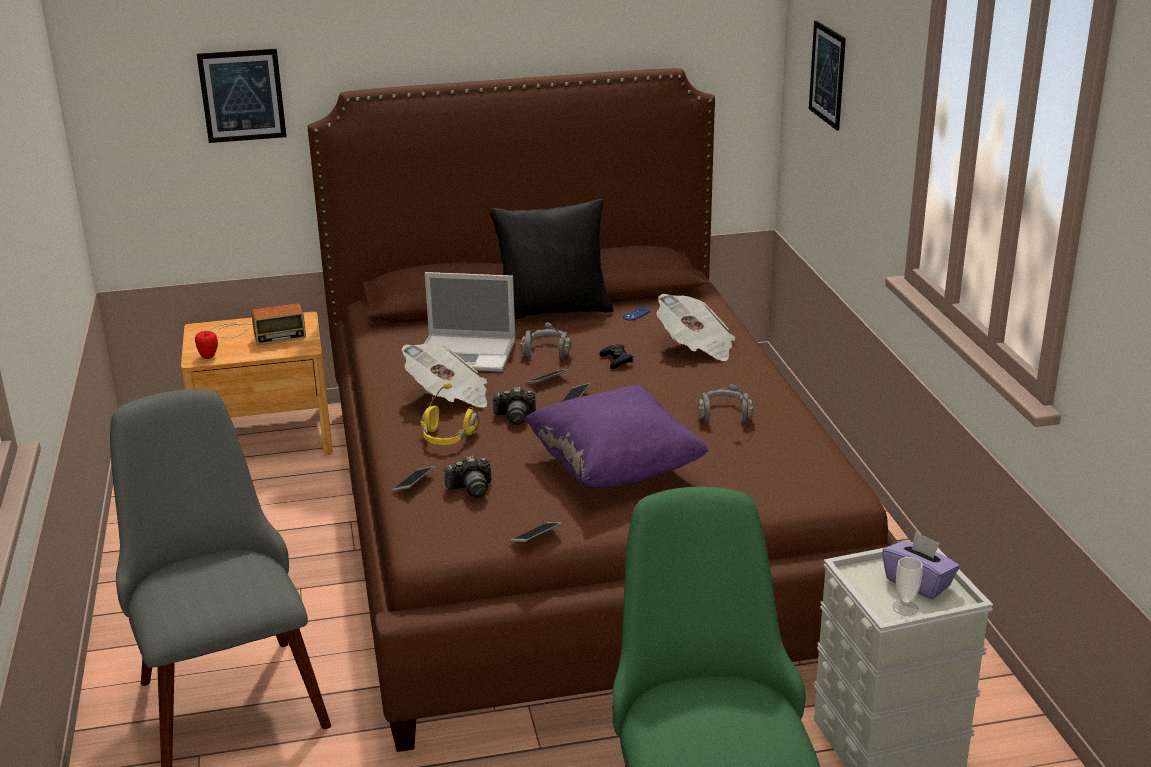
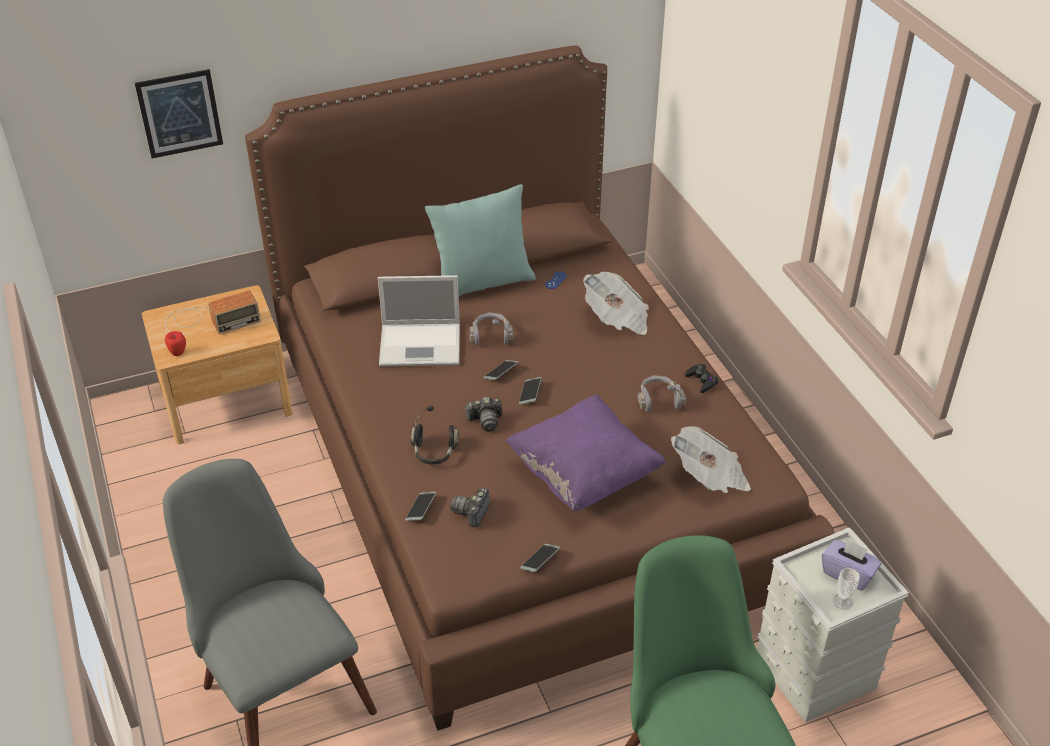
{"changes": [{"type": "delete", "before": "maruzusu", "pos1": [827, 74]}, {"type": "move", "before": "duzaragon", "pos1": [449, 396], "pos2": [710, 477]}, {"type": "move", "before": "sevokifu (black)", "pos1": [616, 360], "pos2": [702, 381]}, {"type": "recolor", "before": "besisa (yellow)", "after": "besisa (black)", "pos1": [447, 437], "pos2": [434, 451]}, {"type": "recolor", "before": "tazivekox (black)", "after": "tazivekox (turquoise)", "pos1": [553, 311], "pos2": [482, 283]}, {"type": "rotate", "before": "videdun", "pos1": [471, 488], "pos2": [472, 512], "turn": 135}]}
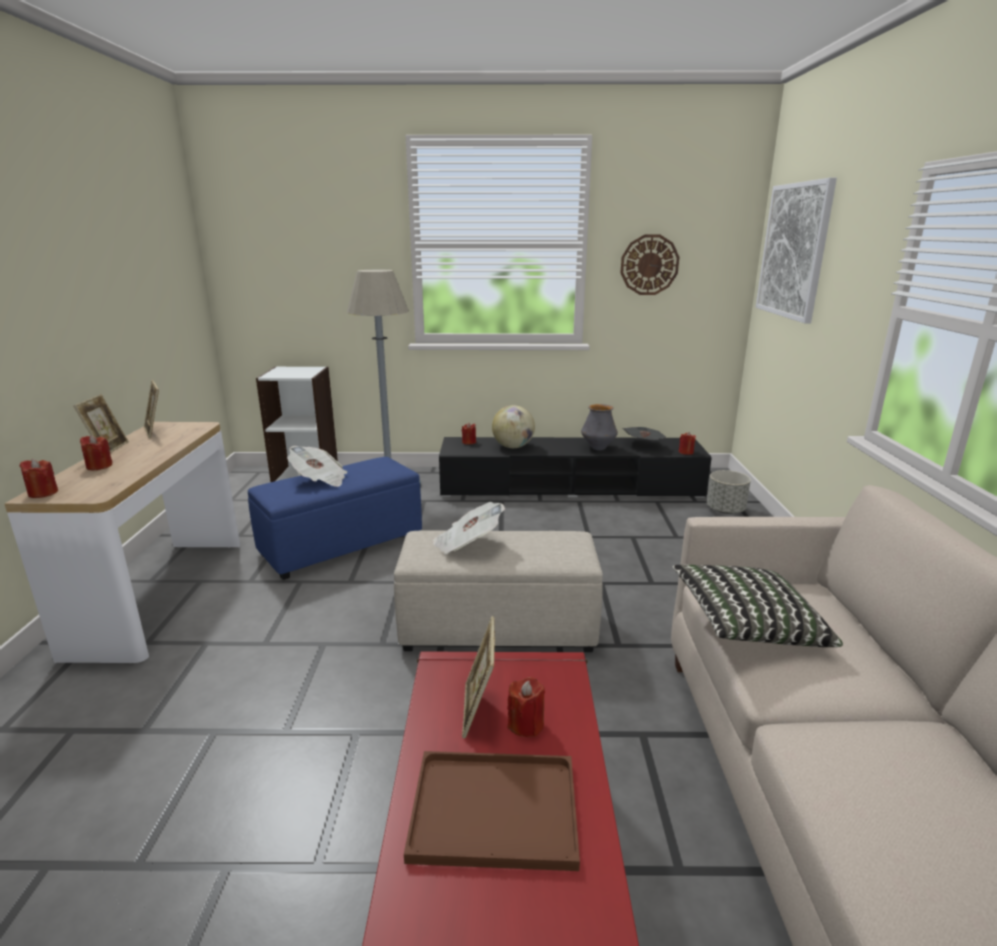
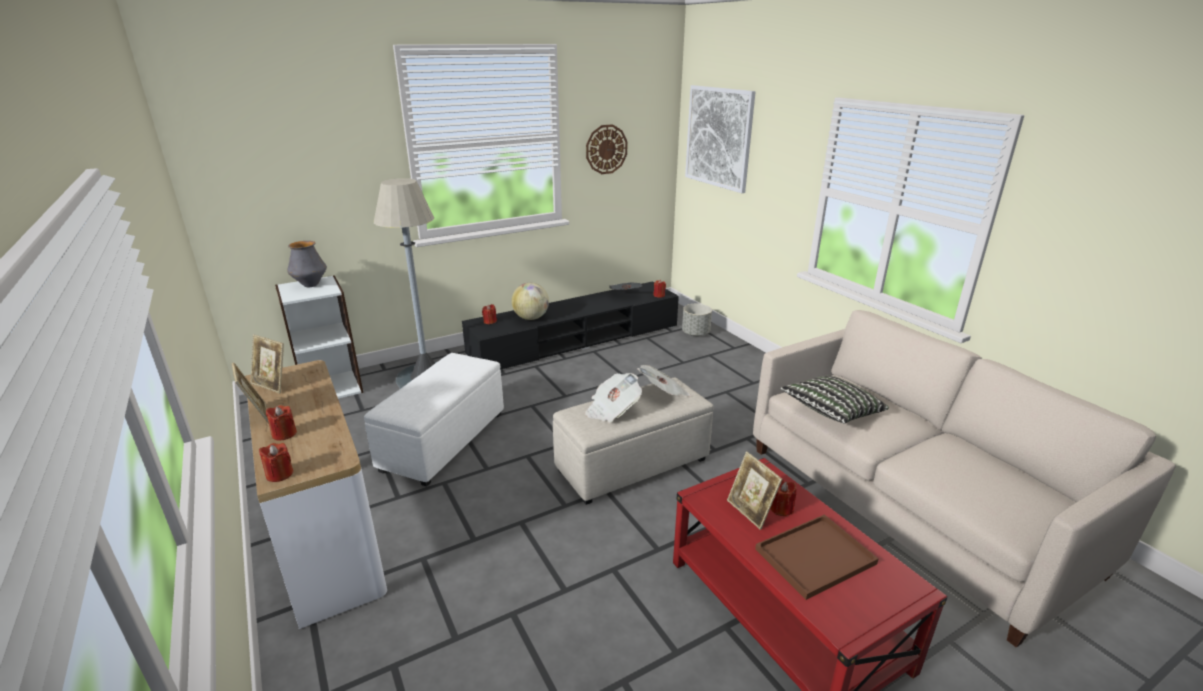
{"changes": [{"type": "move", "before": "duzaragon", "pos1": [320, 480], "pos2": [663, 394]}, {"type": "move", "before": "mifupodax", "pos1": [598, 448], "pos2": [310, 285]}, {"type": "recolor", "before": "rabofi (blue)", "after": "rabofi (white)", "pos1": [343, 544], "pos2": [444, 440]}]}
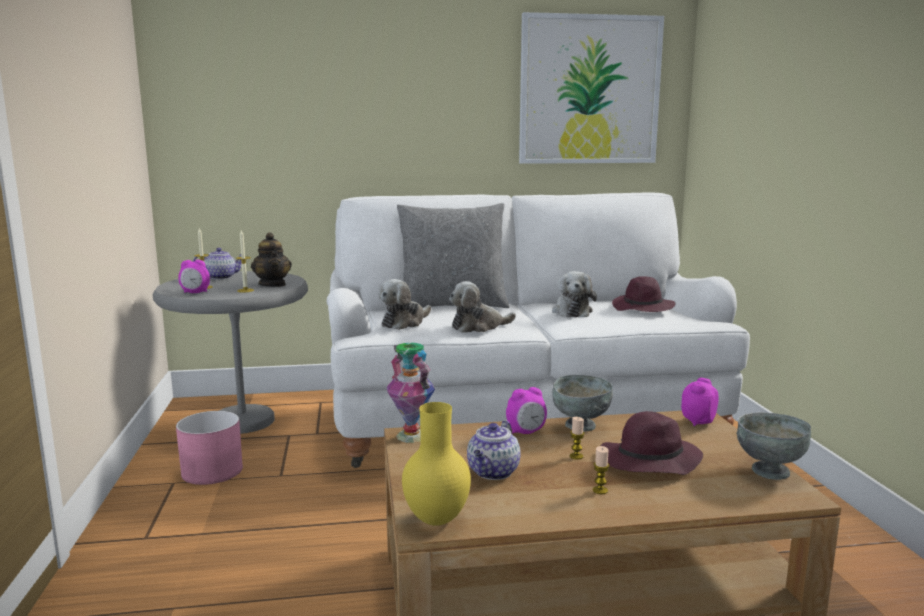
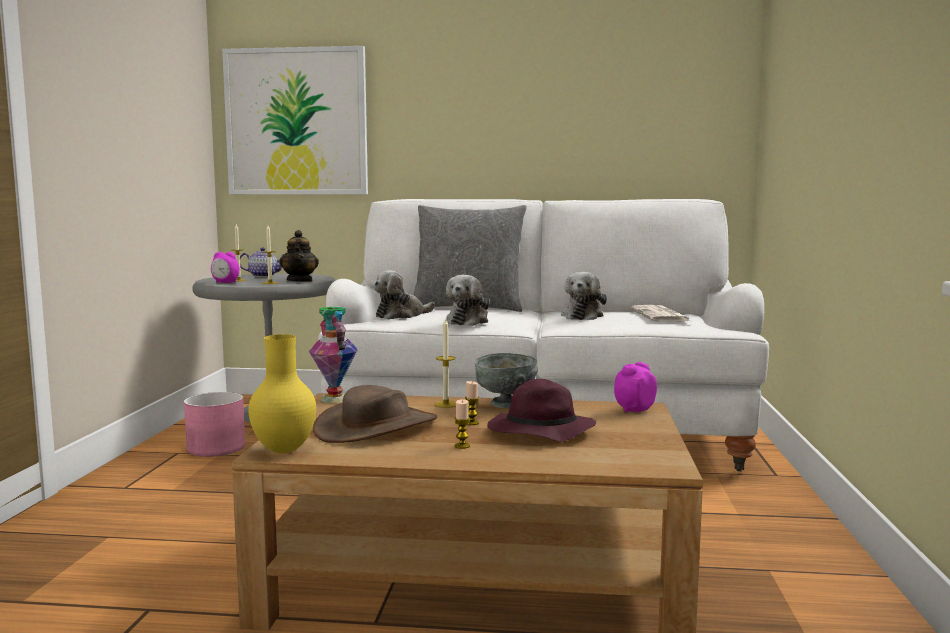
{"changes": [{"type": "delete", "before": "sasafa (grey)", "pos1": [768, 471]}, {"type": "move", "before": "maruzusu", "pos1": [589, 90], "pos2": [296, 122]}, {"type": "replace", "before": "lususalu", "after": "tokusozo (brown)", "pos1": [493, 472], "pos2": [377, 427]}, {"type": "replace", "before": "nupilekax", "after": "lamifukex", "pos1": [526, 432], "pos2": [446, 404]}, {"type": "replace", "before": "tokusozo (purple)", "after": "duzaragon", "pos1": [643, 308], "pos2": [661, 315]}, {"type": "rotate", "before": "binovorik", "pos1": [478, 327], "pos2": [469, 321], "turn": -60}]}
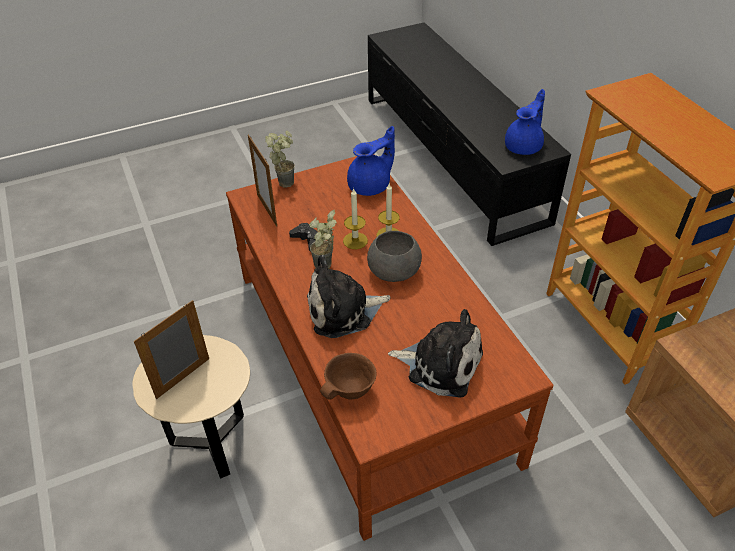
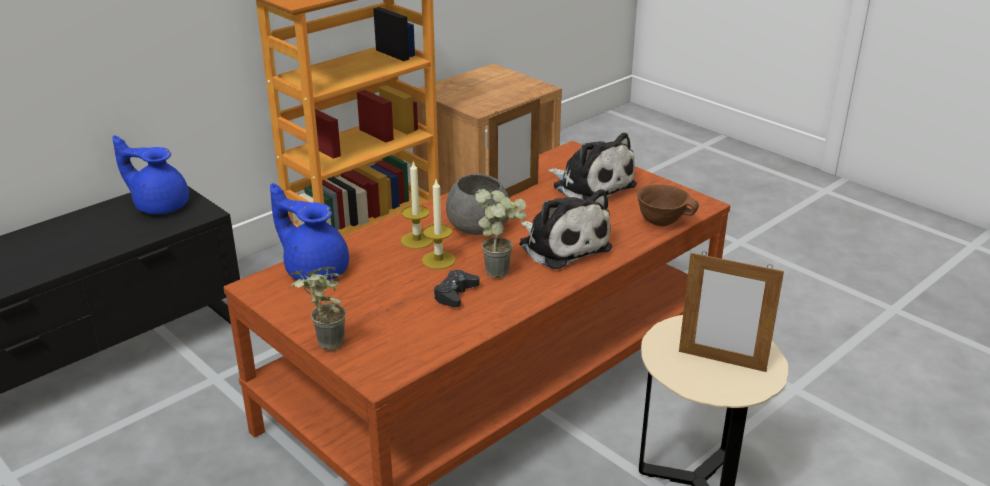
{"changes": [{"type": "move", "before": "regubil", "pos1": [267, 210], "pos2": [513, 194]}, {"type": "rotate", "before": "binovorik", "pos1": [440, 364], "pos2": [591, 185], "turn": 135}]}
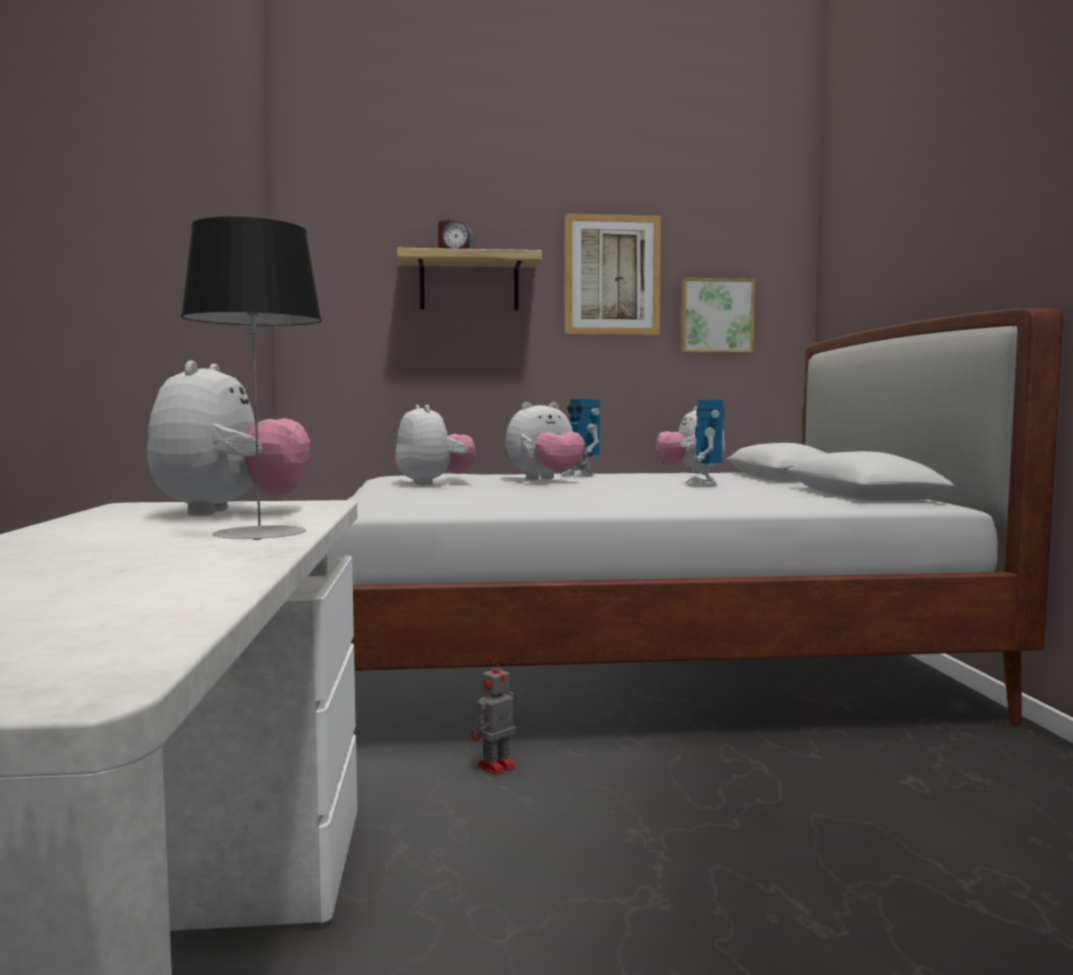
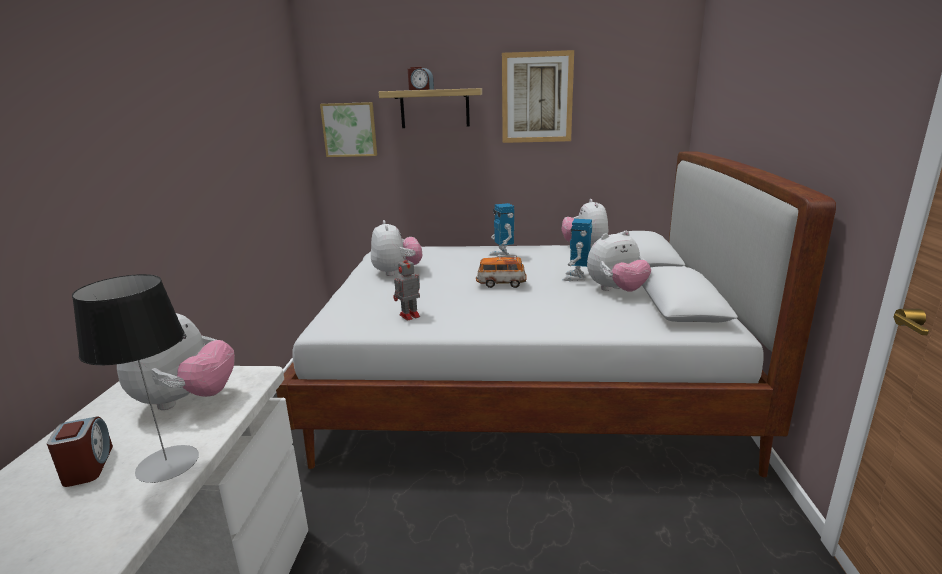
{"changes": [{"type": "insert", "after": "nupilekax", "pos2": [88, 466]}, {"type": "insert", "after": "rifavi", "pos2": [501, 284]}, {"type": "move", "before": "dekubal", "pos1": [494, 767], "pos2": [408, 316]}, {"type": "move", "before": "binovorik", "pos1": [545, 479], "pos2": [616, 291]}, {"type": "move", "before": "maruzusu", "pos1": [716, 316], "pos2": [350, 129]}]}
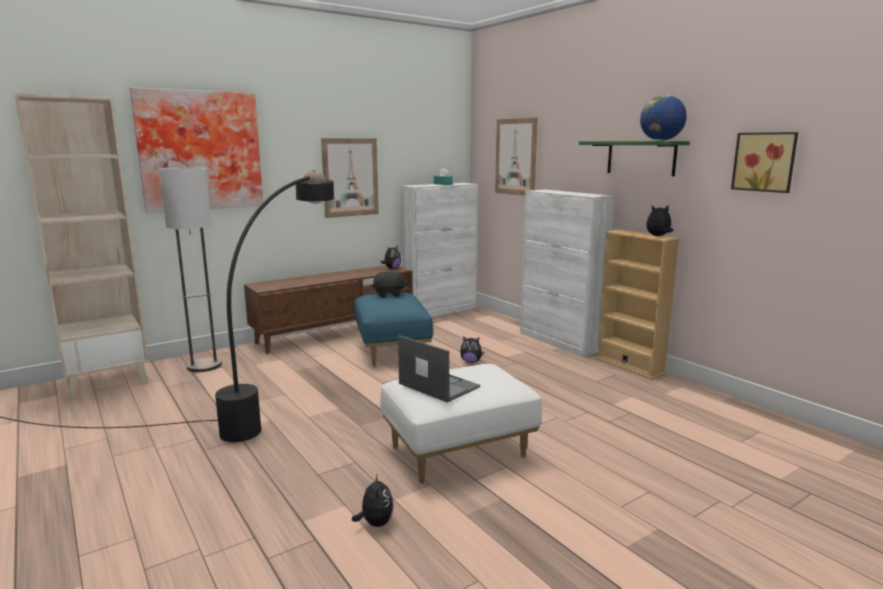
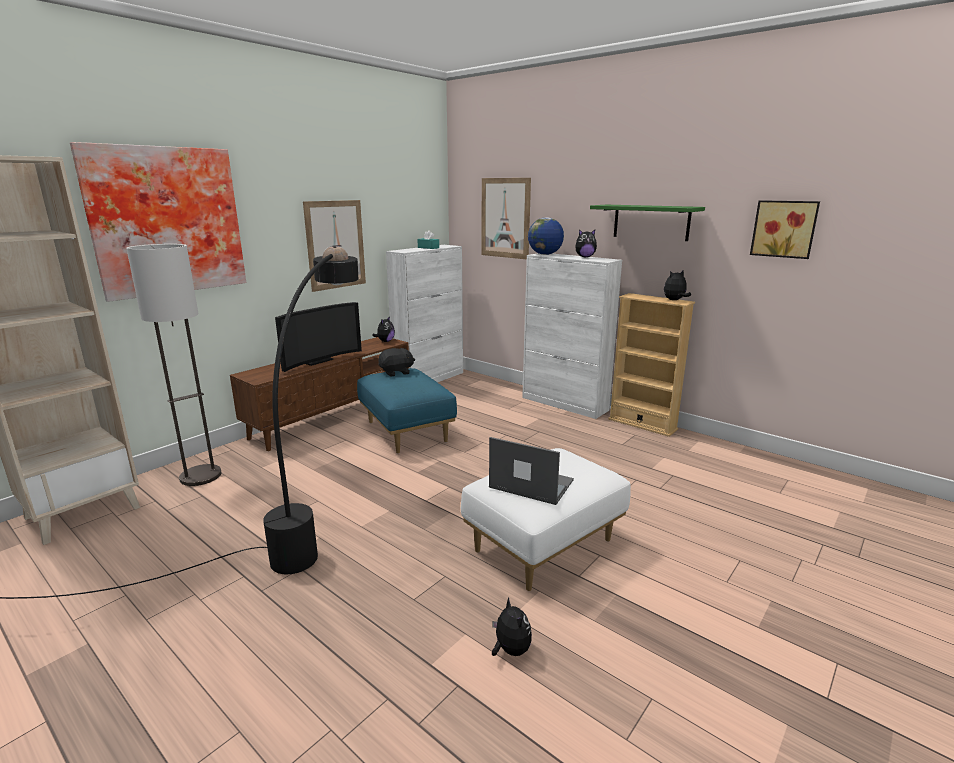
{"changes": [{"type": "insert", "after": "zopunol", "pos2": [317, 361]}, {"type": "move", "before": "binovorik", "pos1": [471, 362], "pos2": [585, 257]}, {"type": "move", "before": "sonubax", "pos1": [661, 140], "pos2": [545, 254]}]}
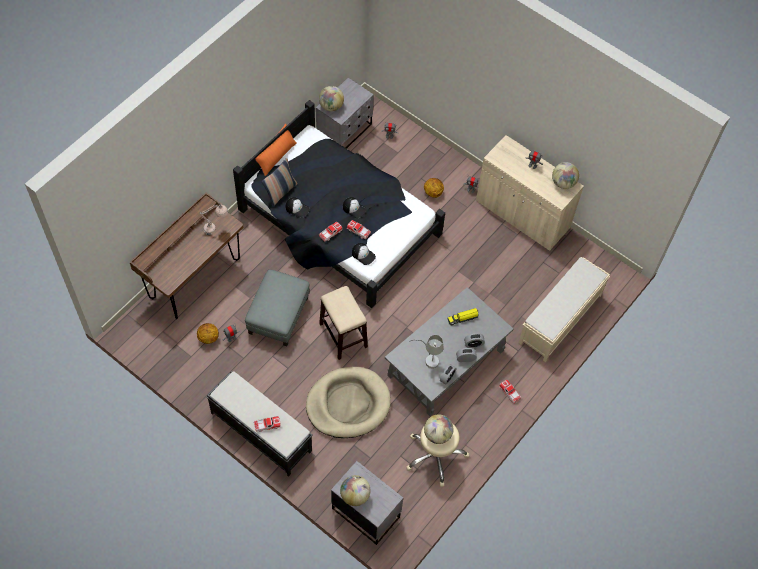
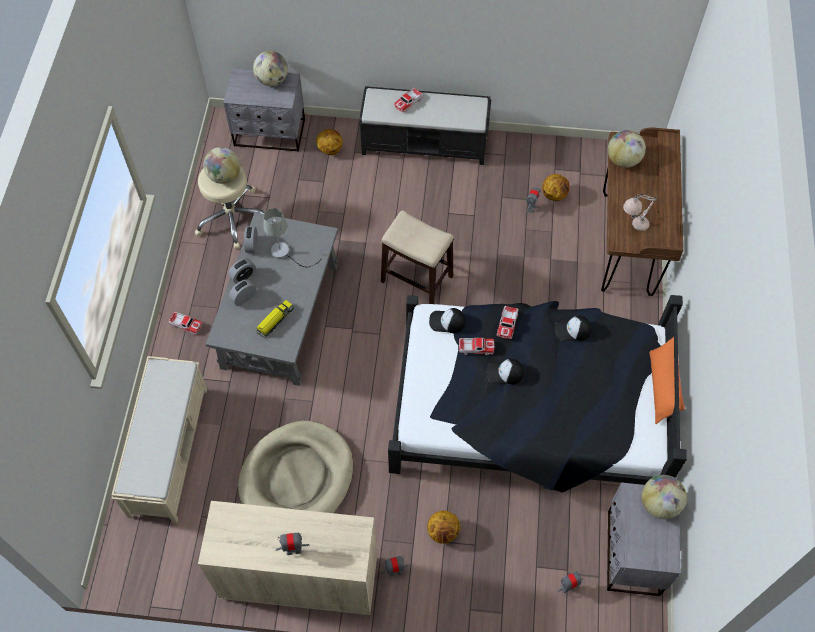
{"changes": [{"type": "delete", "before": "rabofi (grey)", "pos1": [279, 315]}, {"type": "delete", "before": "tazivekox", "pos1": [280, 192]}, {"type": "insert", "after": "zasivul", "pos2": [330, 149]}, {"type": "move", "before": "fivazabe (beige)", "pos1": [348, 404], "pos2": [297, 478]}, {"type": "move", "before": "sonubax", "pos1": [563, 183], "pos2": [623, 160]}]}
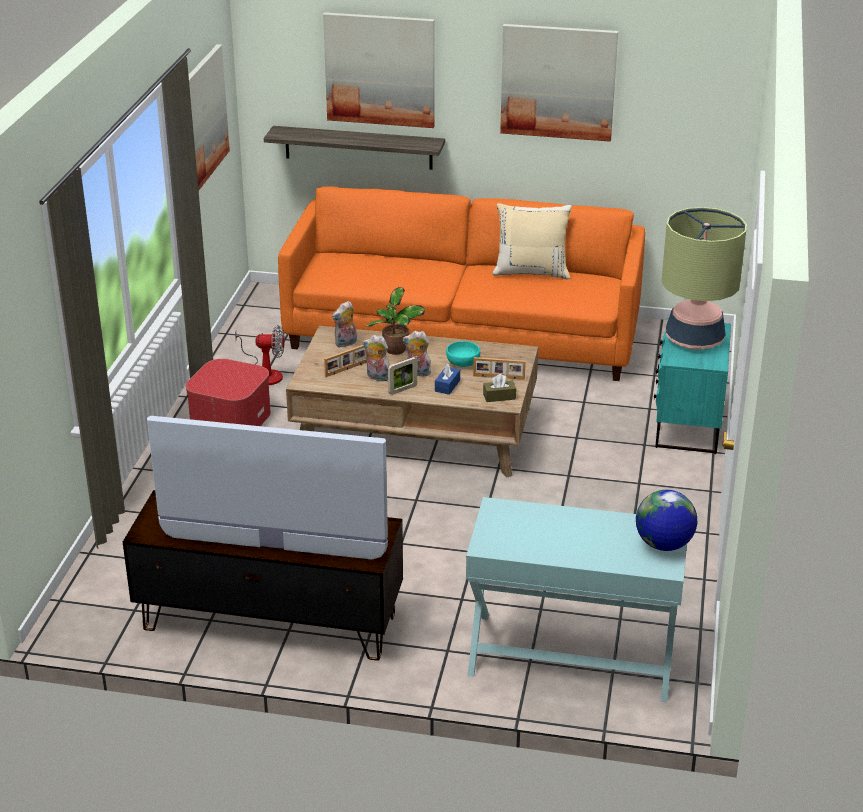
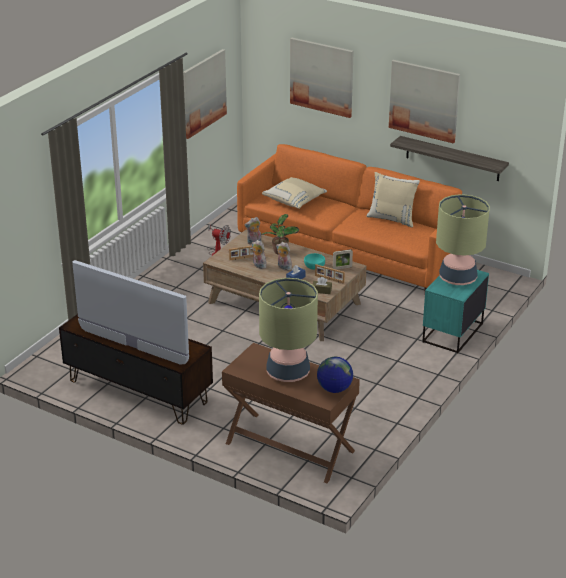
{"changes": [{"type": "delete", "before": "rabofi", "pos1": [230, 418]}, {"type": "insert", "after": "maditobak", "pos2": [288, 373]}, {"type": "insert", "after": "tazivekox (beige)", "pos2": [295, 201]}, {"type": "move", "before": "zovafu", "pos1": [358, 147], "pos2": [452, 158]}, {"type": "move", "before": "regubil", "pos1": [402, 389], "pos2": [342, 268]}, {"type": "recolor", "before": "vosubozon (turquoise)", "after": "vosubozon (brown)", "pos1": [571, 657], "pos2": [289, 447]}]}
